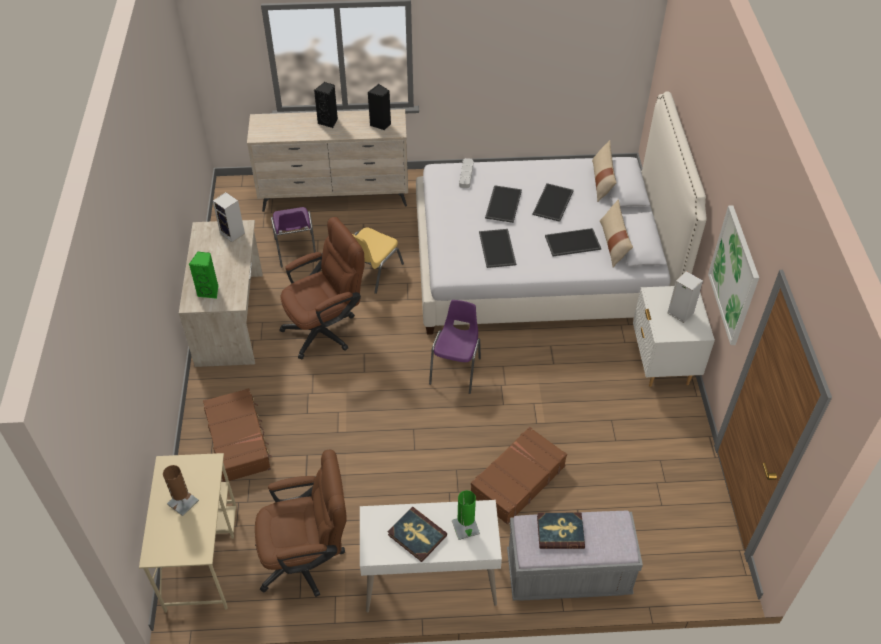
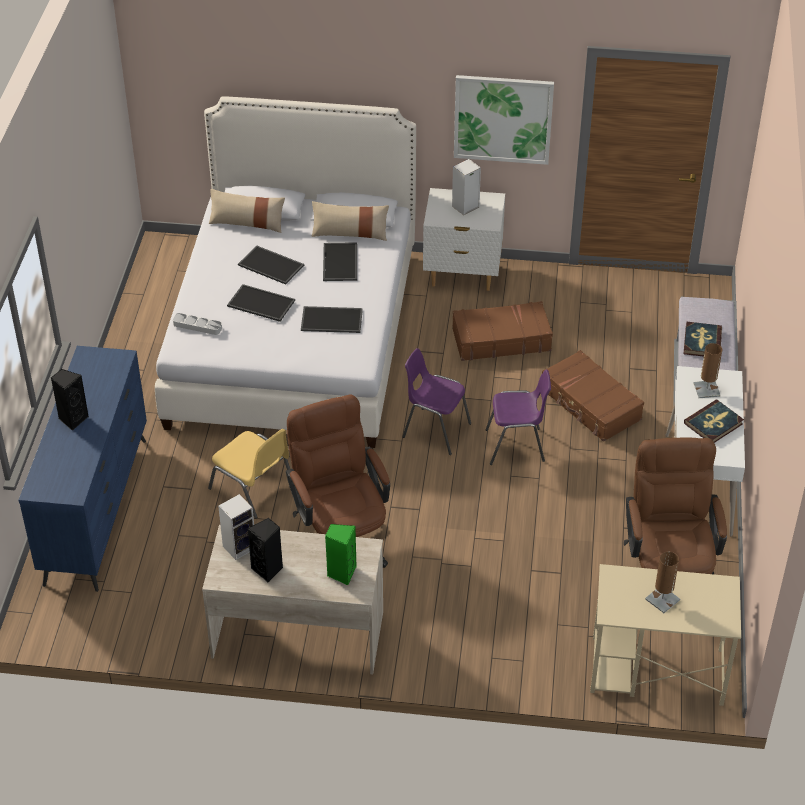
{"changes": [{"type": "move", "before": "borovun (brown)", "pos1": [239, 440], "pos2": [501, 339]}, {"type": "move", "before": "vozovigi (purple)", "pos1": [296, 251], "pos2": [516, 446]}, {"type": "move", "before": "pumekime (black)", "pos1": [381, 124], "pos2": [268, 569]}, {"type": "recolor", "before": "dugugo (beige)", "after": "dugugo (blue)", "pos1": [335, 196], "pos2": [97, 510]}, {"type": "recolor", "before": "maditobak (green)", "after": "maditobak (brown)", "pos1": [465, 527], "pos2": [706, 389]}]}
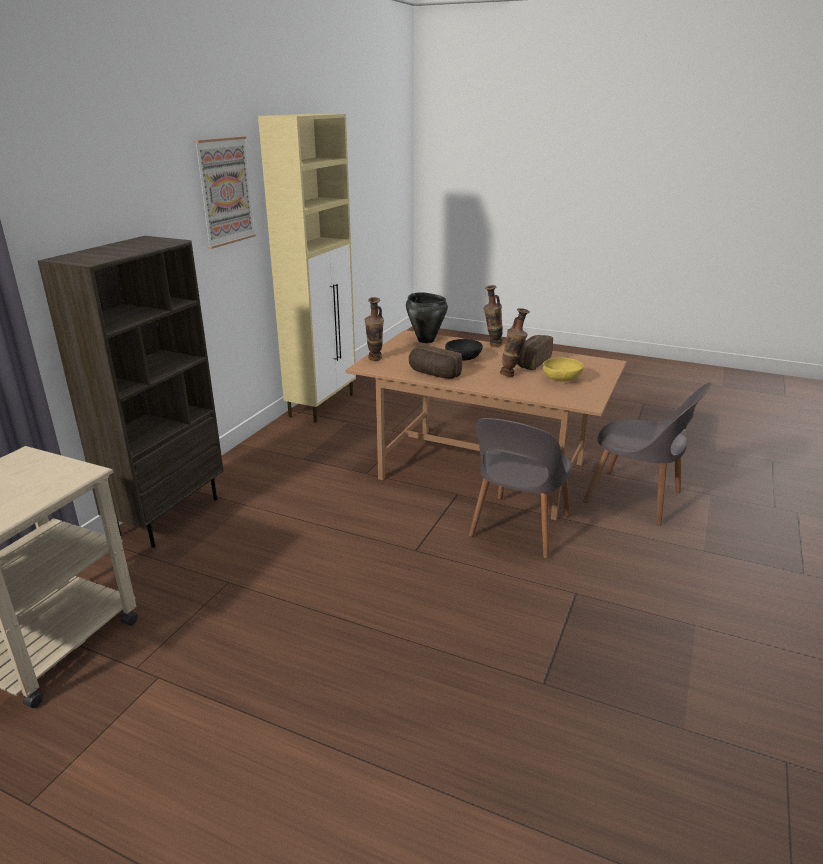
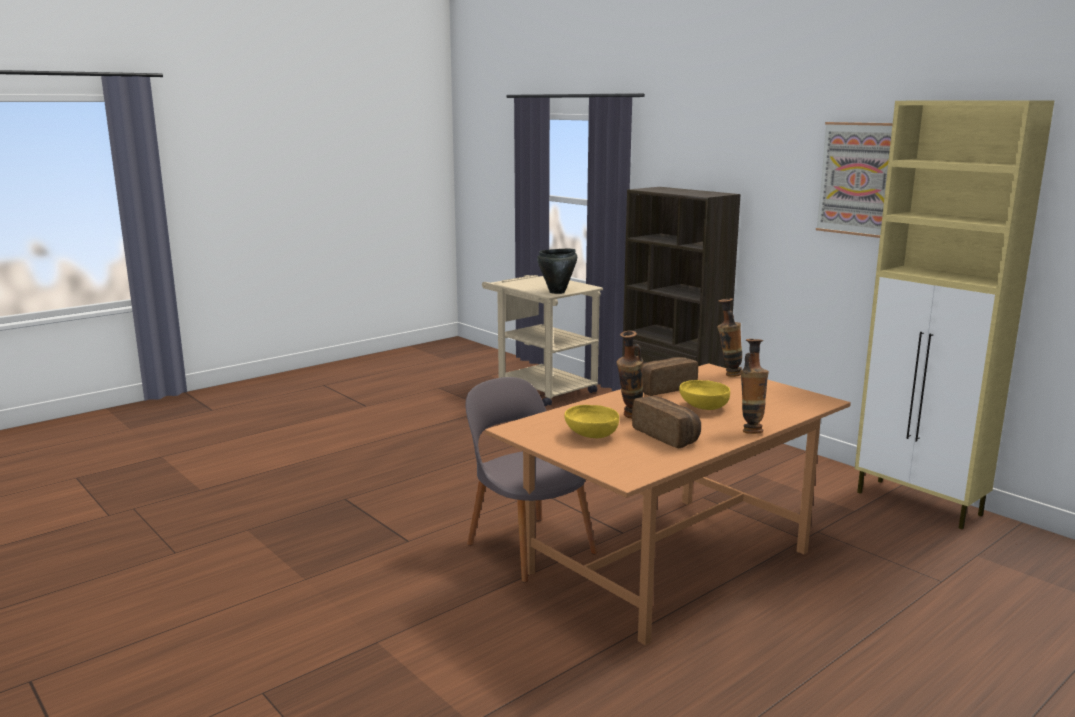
{"changes": [{"type": "delete", "before": "vozovigi (grey)", "pos1": [637, 498]}, {"type": "move", "before": "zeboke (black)", "pos1": [426, 340], "pos2": [557, 292]}, {"type": "recolor", "before": "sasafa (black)", "after": "sasafa (yellow)", "pos1": [463, 359], "pos2": [703, 407]}]}
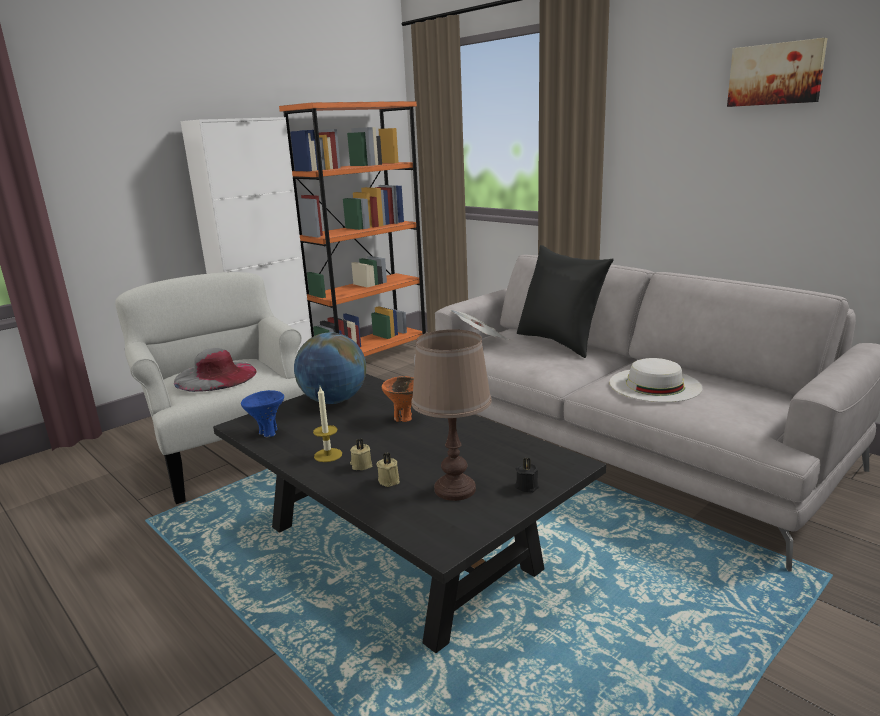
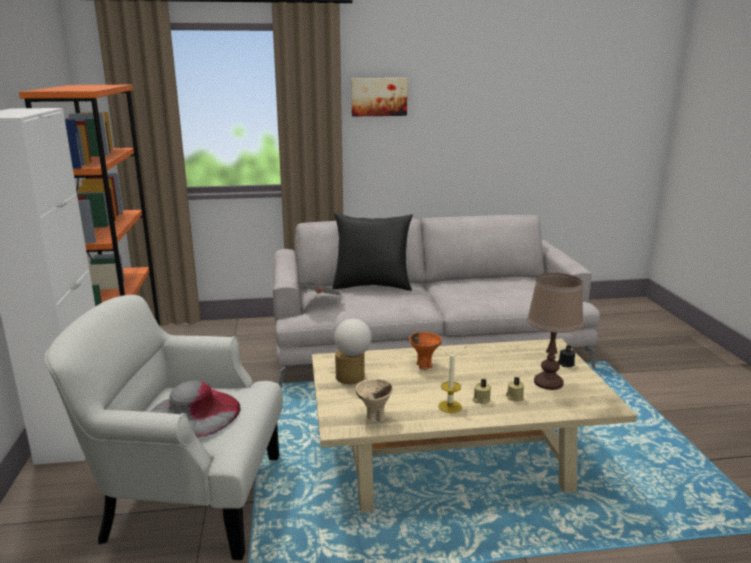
{"changes": [{"type": "delete", "before": "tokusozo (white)", "pos1": [655, 385]}, {"type": "move", "before": "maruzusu", "pos1": [775, 74], "pos2": [378, 96]}, {"type": "replace", "before": "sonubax", "after": "maditobak", "pos1": [334, 401], "pos2": [352, 379]}, {"type": "recolor", "before": "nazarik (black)", "after": "nazarik (beige)", "pos1": [400, 547], "pos2": [455, 464]}, {"type": "recolor", "before": "sasafa (blue)", "after": "sasafa (beige)", "pos1": [268, 432], "pos2": [374, 419]}]}
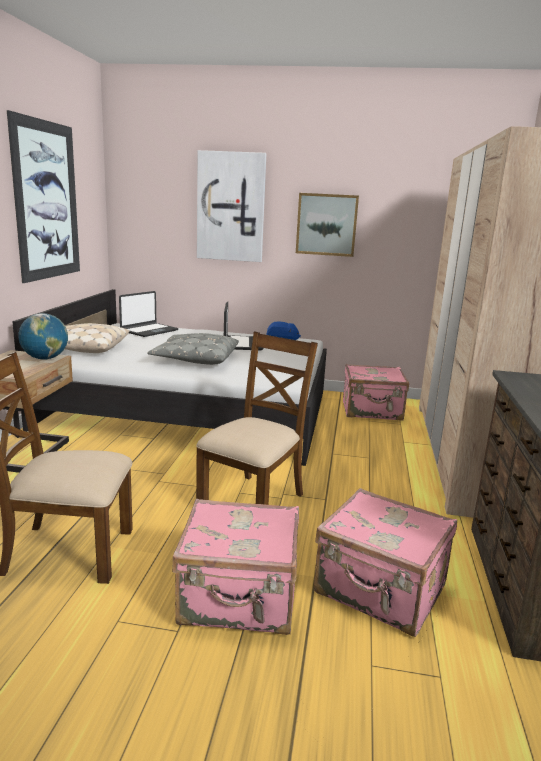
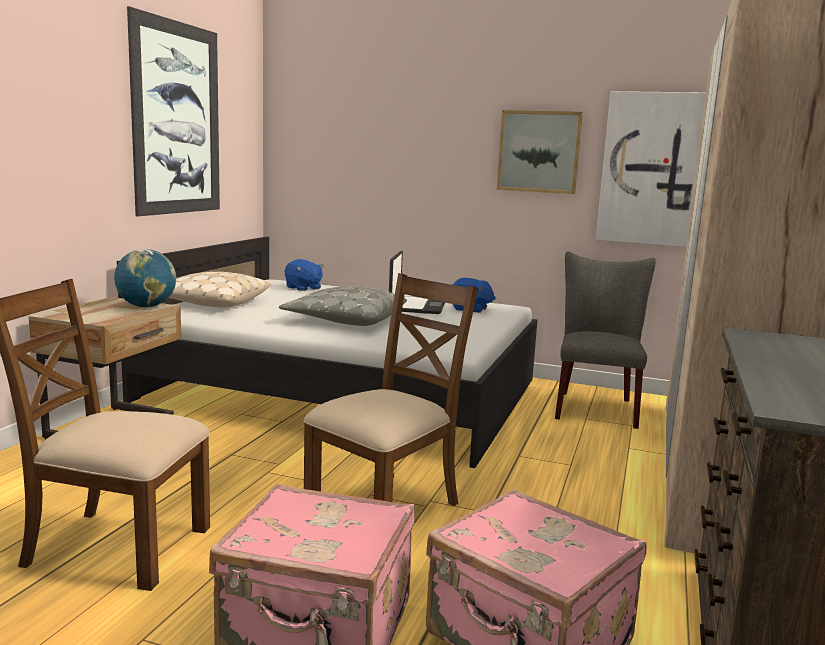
{"changes": [{"type": "move", "before": "maruzusu", "pos1": [231, 207], "pos2": [653, 169]}, {"type": "replace", "before": "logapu", "after": "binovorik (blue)", "pos1": [149, 330], "pos2": [303, 288]}, {"type": "replace", "before": "borovun (pink)", "after": "vozovigi (grey)", "pos1": [372, 411], "pos2": [595, 407]}]}
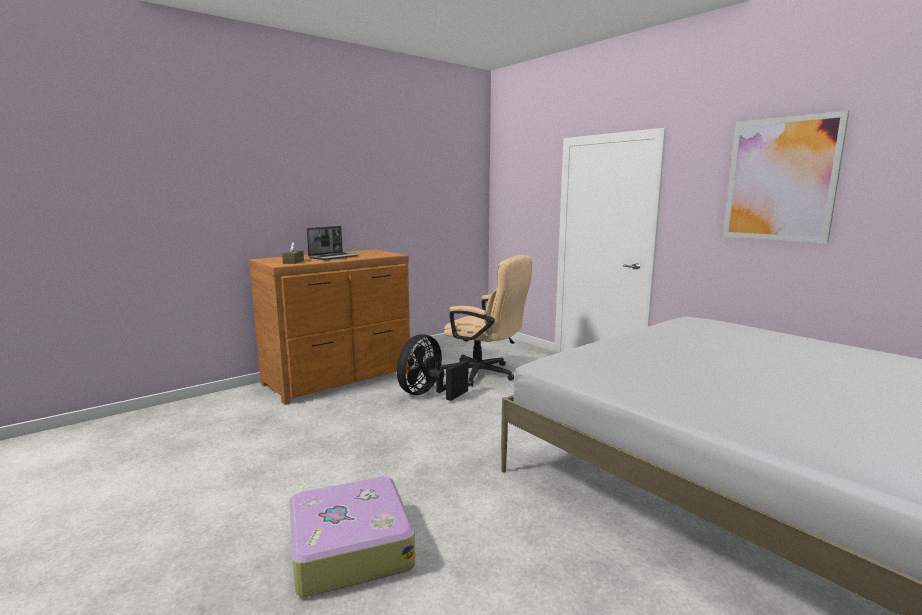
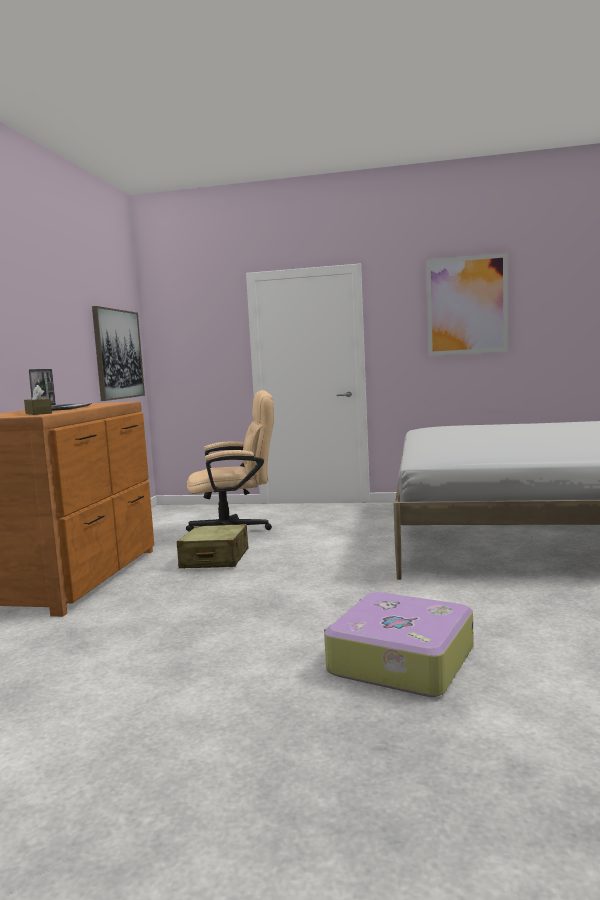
{"changes": [{"type": "insert", "after": "maruzusu", "pos2": [118, 354]}, {"type": "replace", "before": "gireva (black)", "after": "borovun (beige)", "pos1": [428, 394], "pos2": [215, 559]}]}
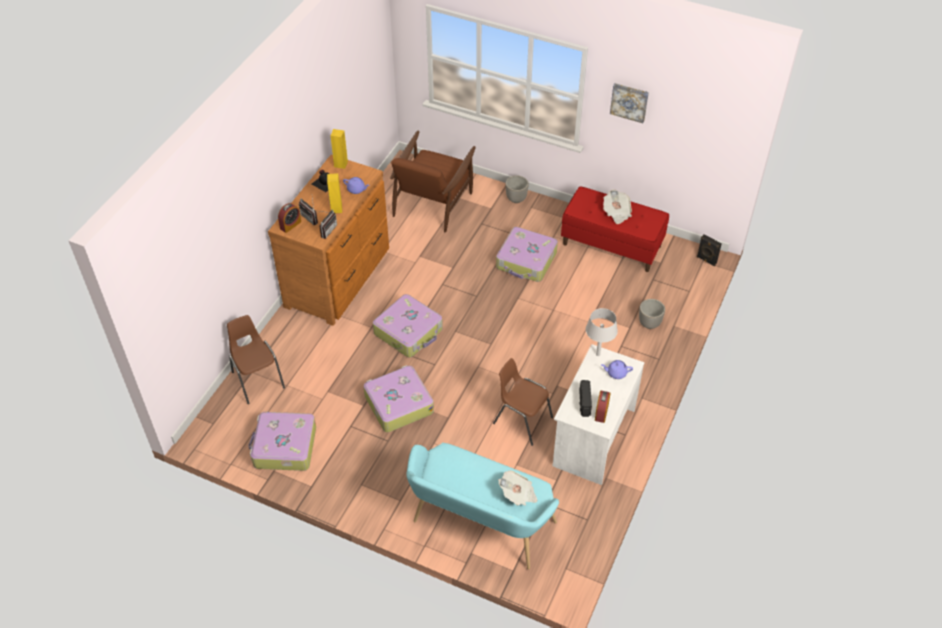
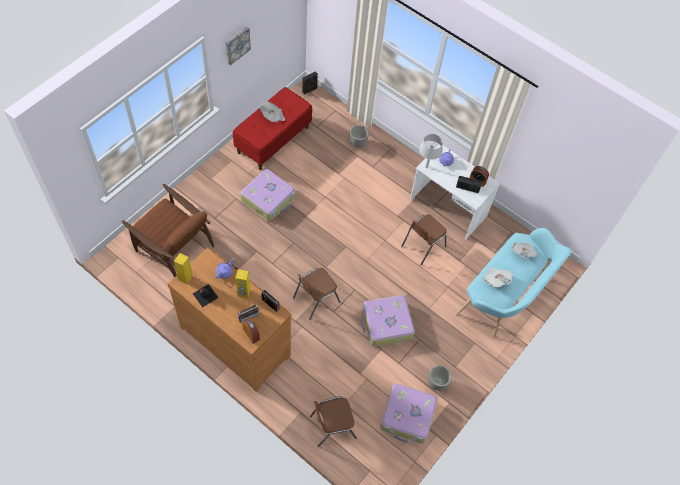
{"changes": [{"type": "insert", "after": "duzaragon", "pos2": [495, 280]}, {"type": "move", "before": "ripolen", "pos1": [516, 199], "pos2": [437, 383]}, {"type": "replace", "before": "borovun", "after": "vozovigi (brown)", "pos1": [409, 332], "pos2": [315, 299]}]}
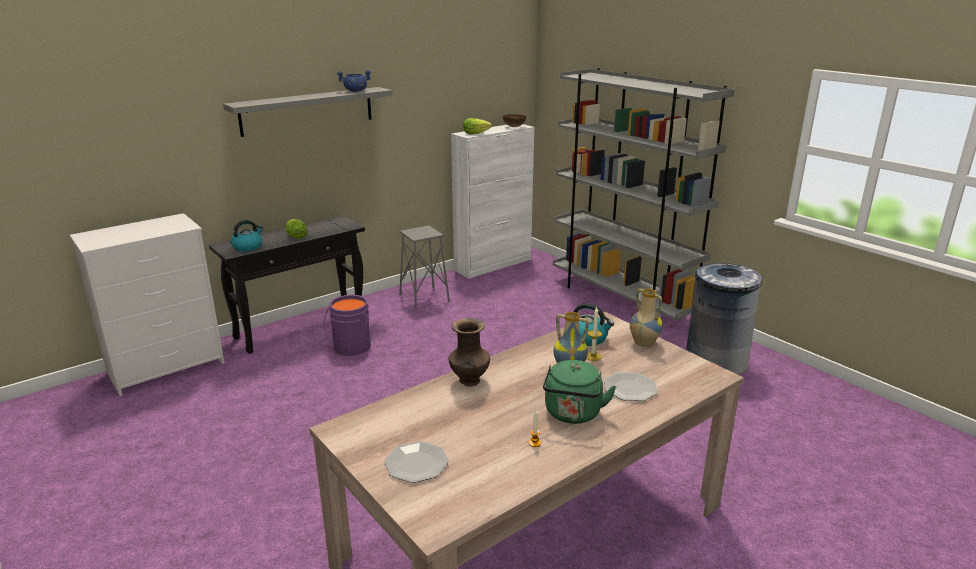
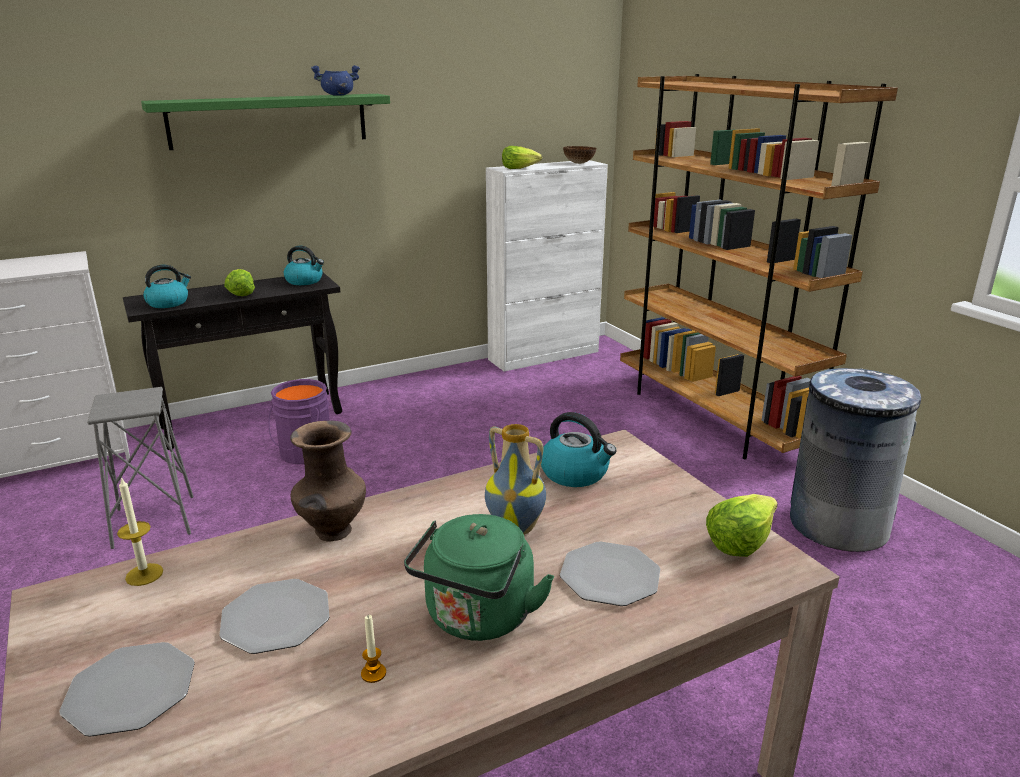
{"changes": [{"type": "delete", "before": "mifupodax", "pos1": [643, 344]}, {"type": "insert", "after": "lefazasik", "pos2": [276, 618]}, {"type": "insert", "after": "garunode", "pos2": [305, 281]}, {"type": "insert", "after": "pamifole", "pos2": [739, 541]}, {"type": "move", "before": "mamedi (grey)", "pos1": [424, 298], "pos2": [154, 521]}, {"type": "move", "before": "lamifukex", "pos1": [593, 356], "pos2": [144, 574]}, {"type": "recolor", "before": "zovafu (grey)", "after": "zovafu (green)", "pos1": [307, 111], "pos2": [269, 120]}, {"type": "recolor", "before": "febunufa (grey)", "after": "febunufa (brown)", "pos1": [622, 300], "pos2": [712, 417]}]}
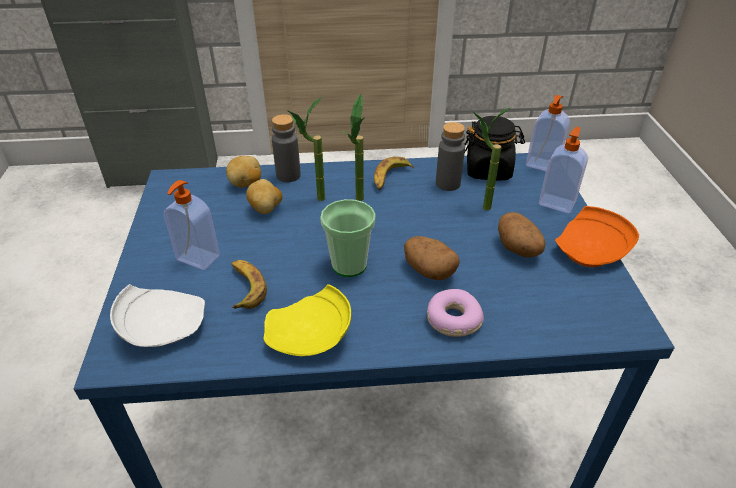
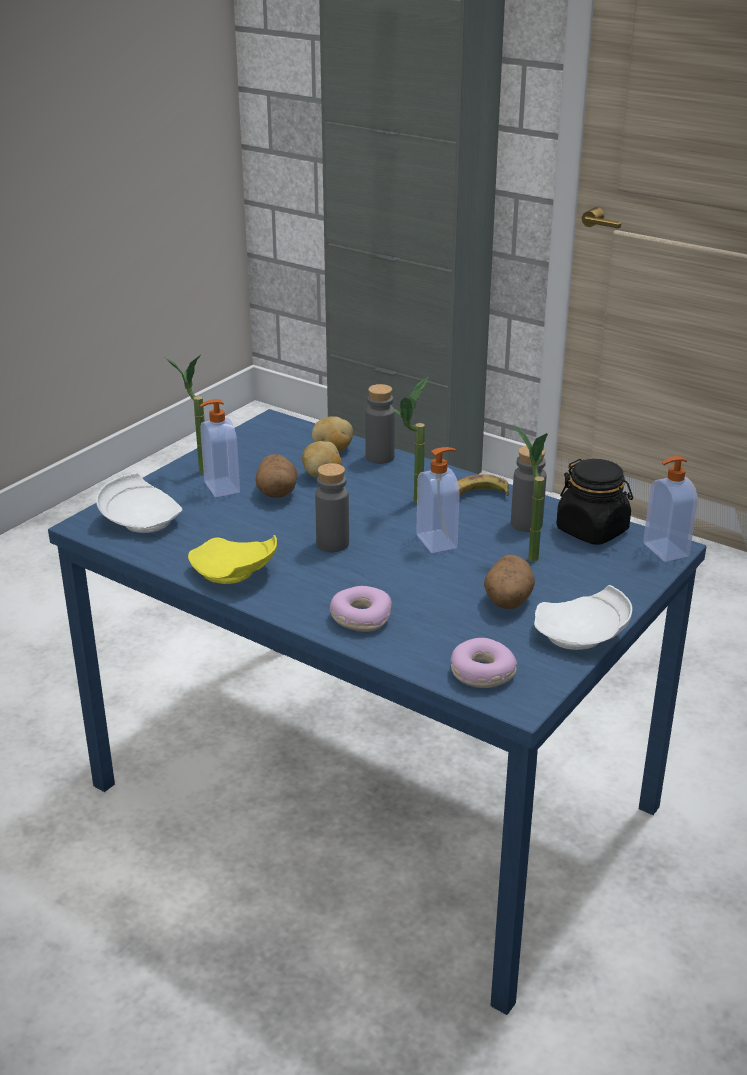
{"changes": [{"type": "delete", "before": "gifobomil", "pos1": [245, 287]}, {"type": "insert", "after": "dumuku", "pos2": [481, 673]}, {"type": "move", "before": "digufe", "pos1": [312, 200], "pos2": [195, 469]}, {"type": "move", "before": "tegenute", "pos1": [429, 271], "pos2": [277, 492]}, {"type": "move", "before": "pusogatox", "pos1": [557, 203], "pos2": [438, 541]}, {"type": "replace", "before": "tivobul", "after": "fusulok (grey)", "pos1": [349, 265], "pos2": [332, 544]}, {"type": "recolor", "before": "lefazasik (orange)", "after": "lefazasik (white)", "pos1": [591, 251], "pos2": [582, 636]}]}
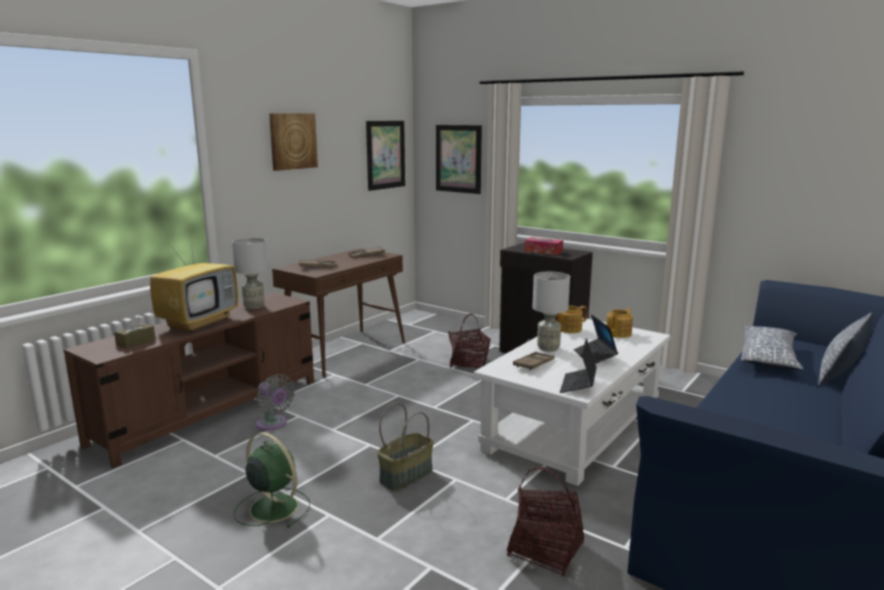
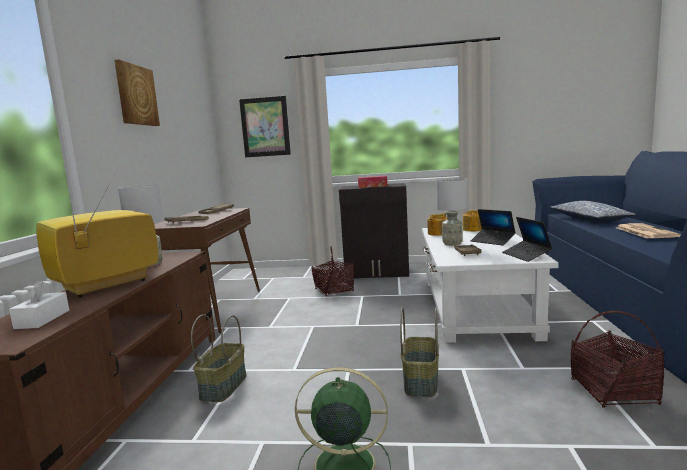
{"changes": [{"type": "delete", "before": "maruzusu", "pos1": [385, 155]}, {"type": "delete", "before": "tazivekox", "pos1": [841, 370]}, {"type": "insert", "after": "duzaragon", "pos2": [644, 232]}, {"type": "replace", "before": "gireva (grey)", "after": "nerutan", "pos1": [273, 424], "pos2": [223, 386]}, {"type": "recolor", "before": "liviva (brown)", "after": "liviva (white)", "pos1": [136, 342], "pos2": [42, 319]}, {"type": "rotate", "before": "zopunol", "pos1": [199, 322], "pos2": [105, 286], "turn": -135}]}
